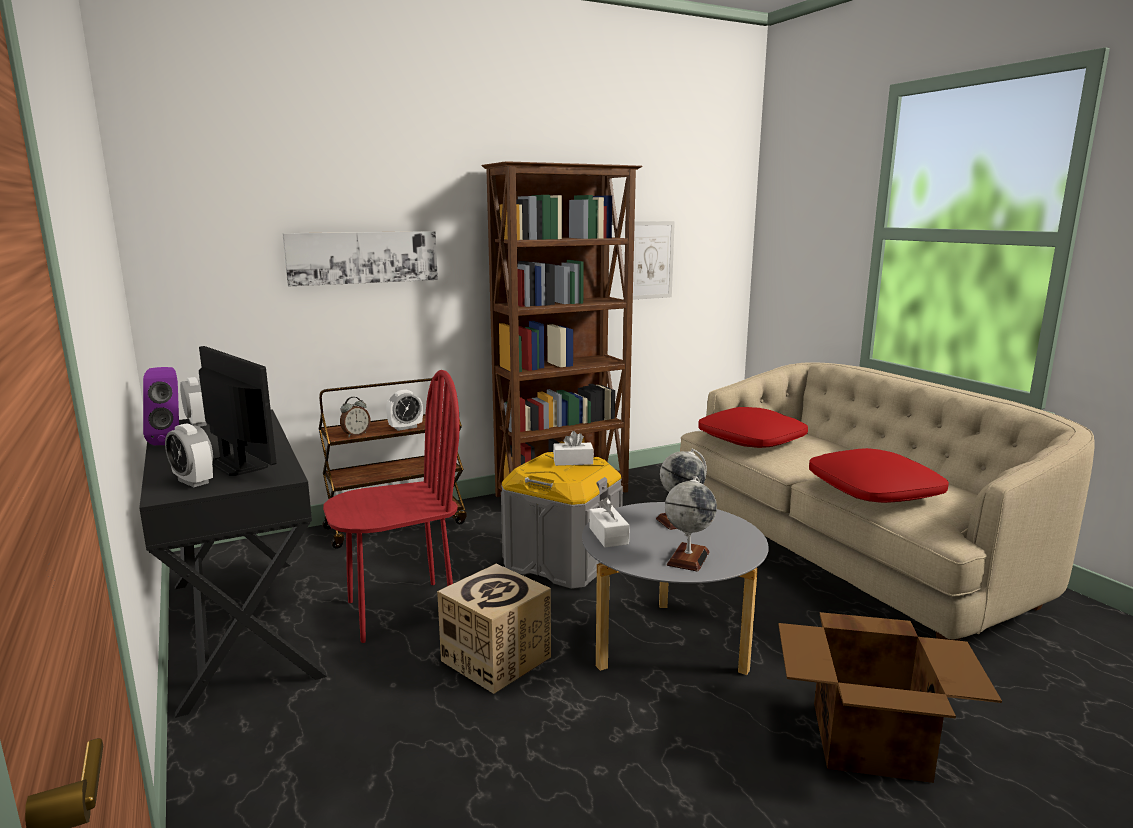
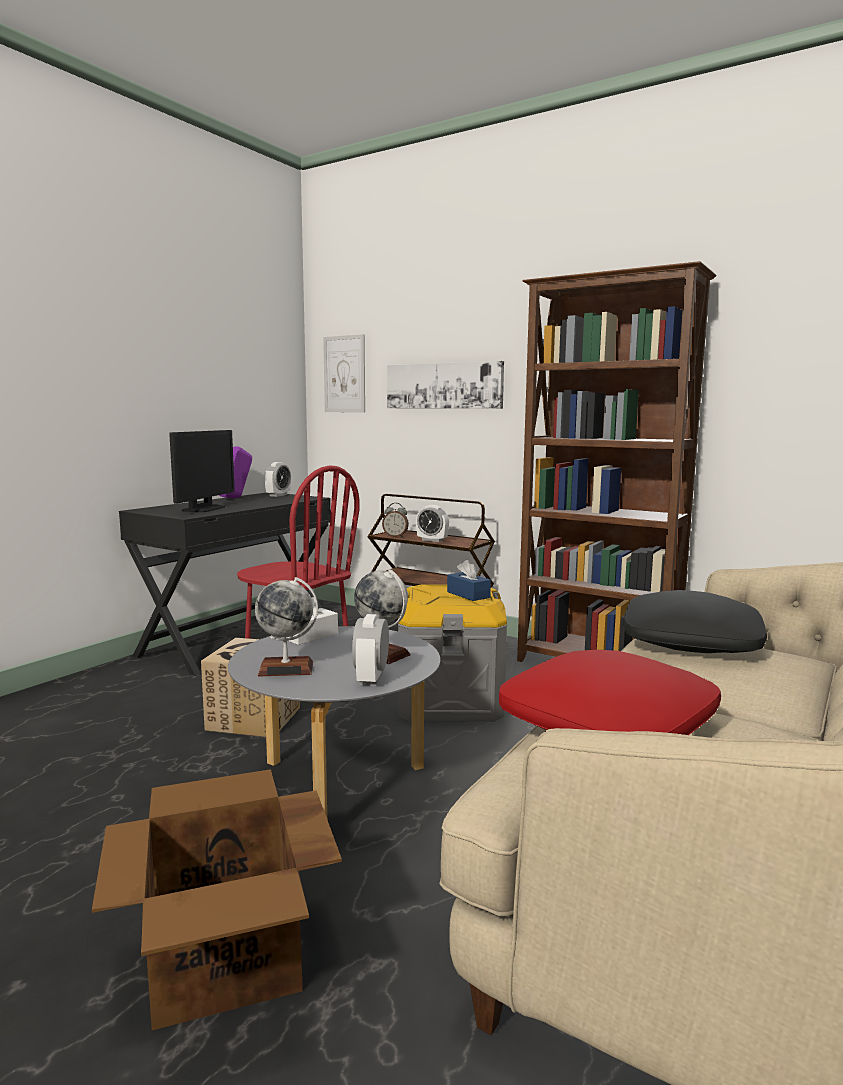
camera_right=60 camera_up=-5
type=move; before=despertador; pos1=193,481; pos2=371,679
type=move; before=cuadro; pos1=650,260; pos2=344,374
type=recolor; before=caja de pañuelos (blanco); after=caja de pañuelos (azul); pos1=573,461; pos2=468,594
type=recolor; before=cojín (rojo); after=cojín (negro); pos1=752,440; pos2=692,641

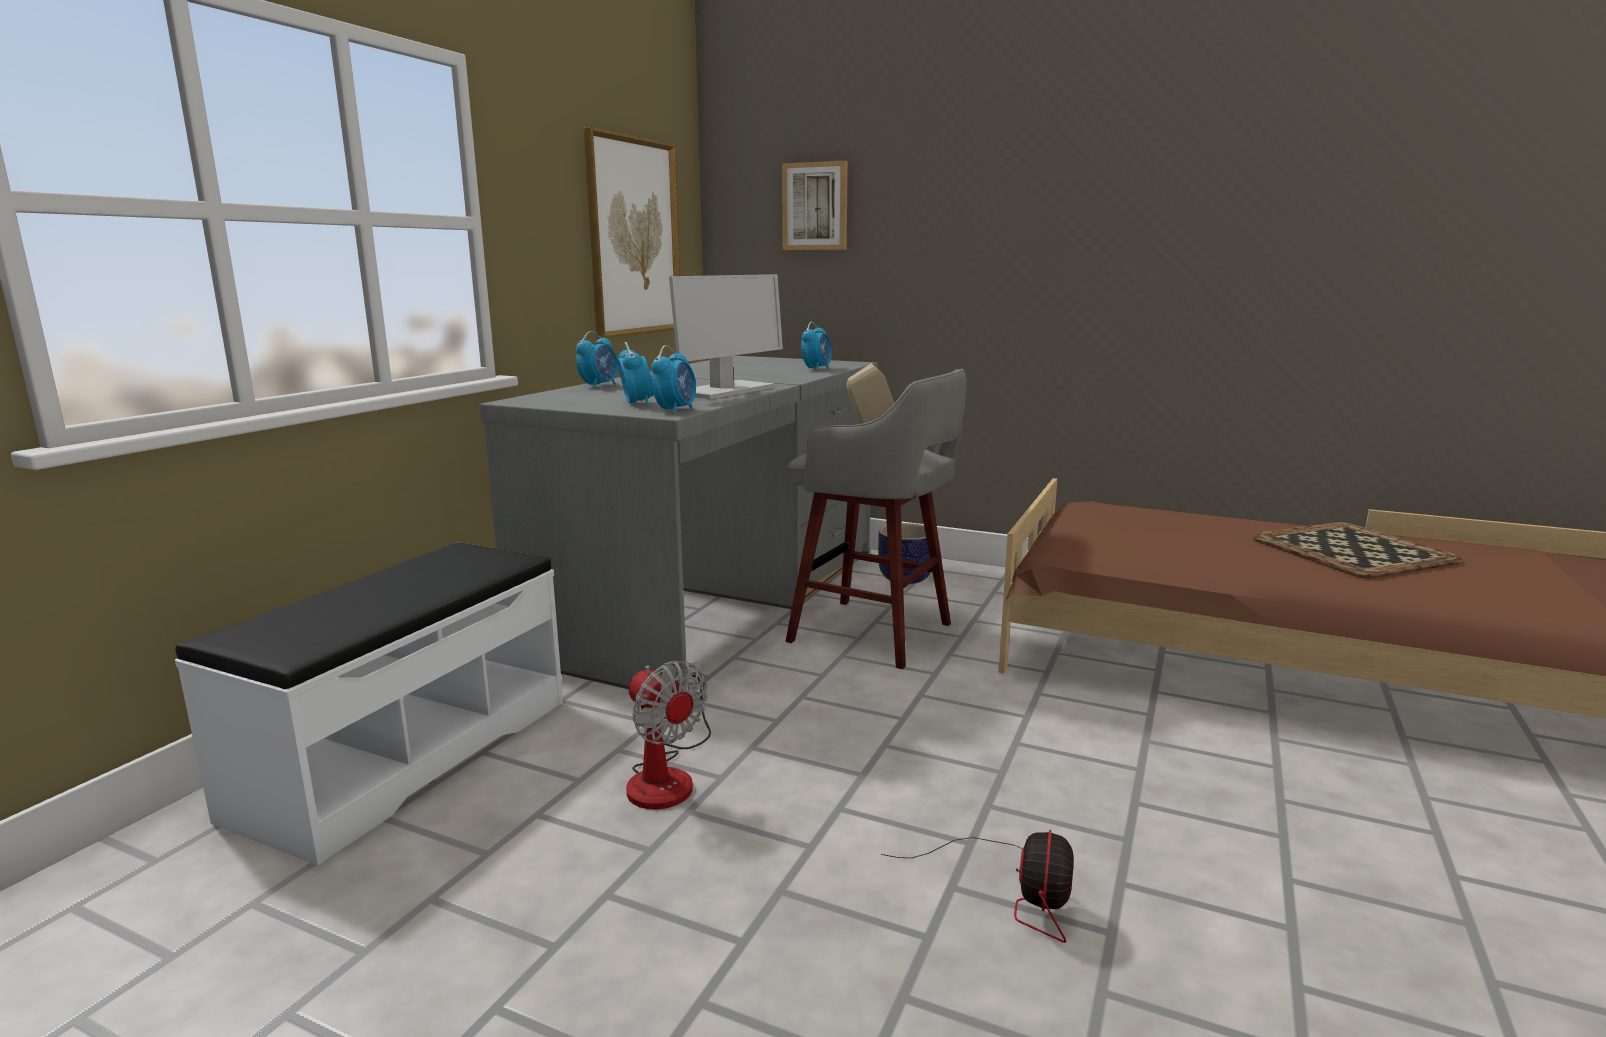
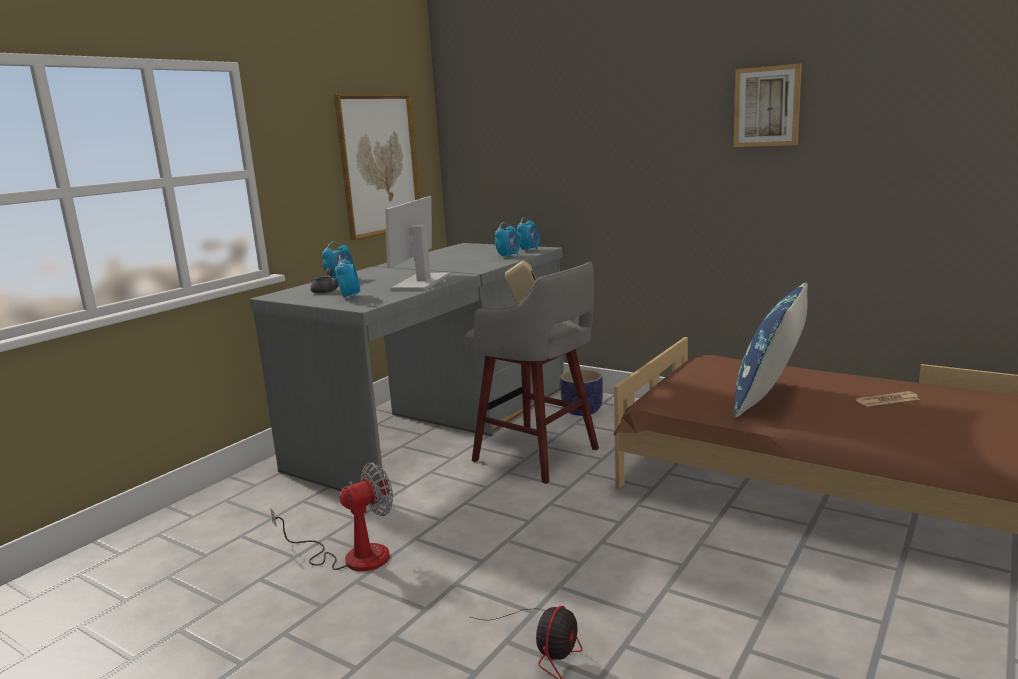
camera_right=10 camera_up=0
type=delete; before=banco (blanco); pos1=406,755
type=insert; after=tetera (gris); pos2=326,290
type=insert; after=cojín (azul); pos2=769,399
type=move; before=despertador; pos1=675,410; pos2=529,250
type=move; before=cuadro; pos1=815,206; pos2=767,106
type=replace; before=bandeja; after=periódico; pos1=1352,551; pos2=887,400
type=rotate; before=ventilador; pos1=667,775; pos2=352,556; turn=-90
type=rotate; before=monitor; pos1=724,391; pos2=421,282; turn=150

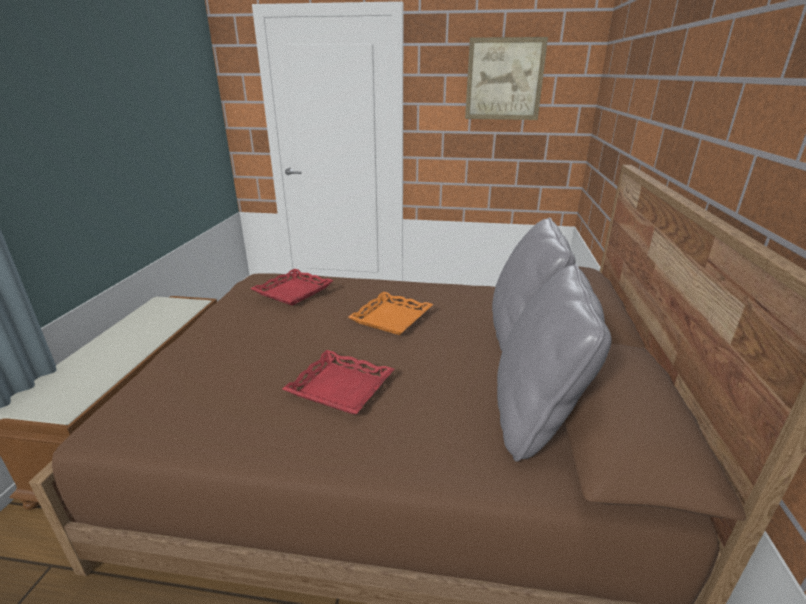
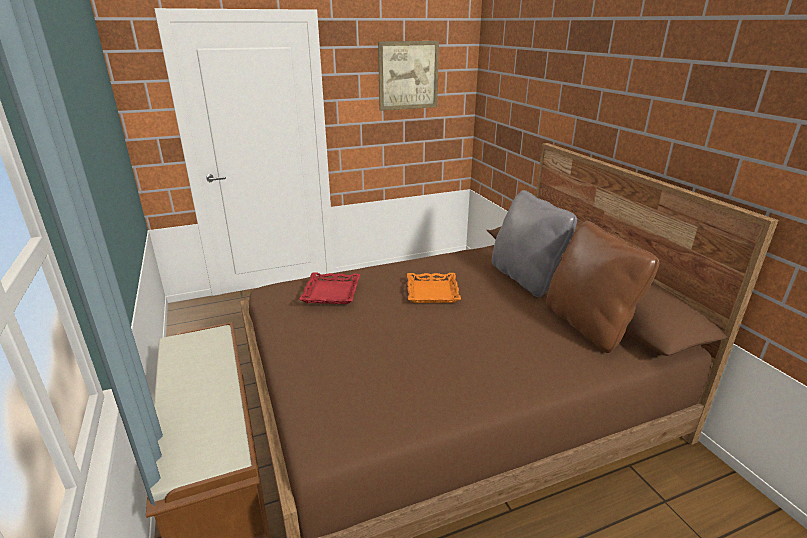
camera_right=-30 camera_up=0
type=delete; before=bandeja (rojo); pos1=340,388
type=recolor; before=cojín (gris); after=cojín (marrón); pos1=536,415; pos2=587,325

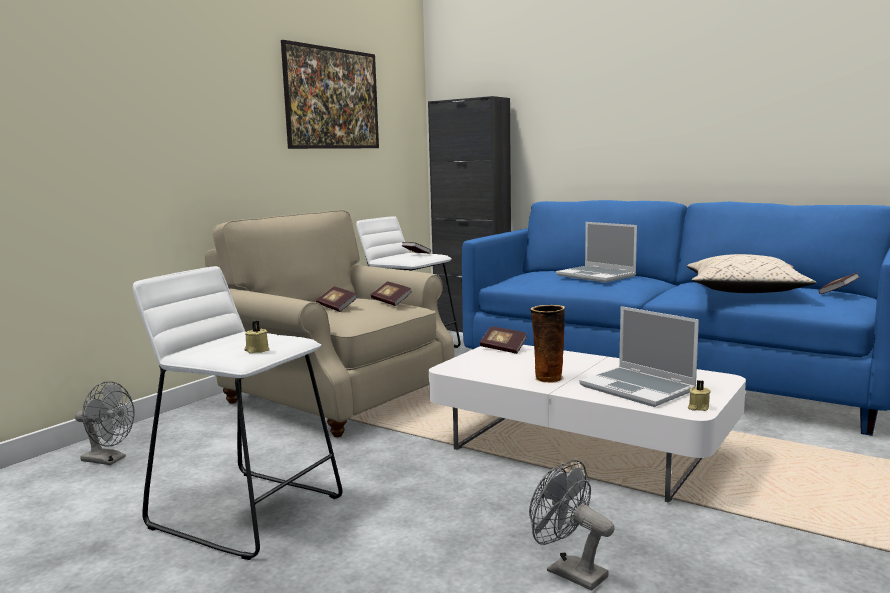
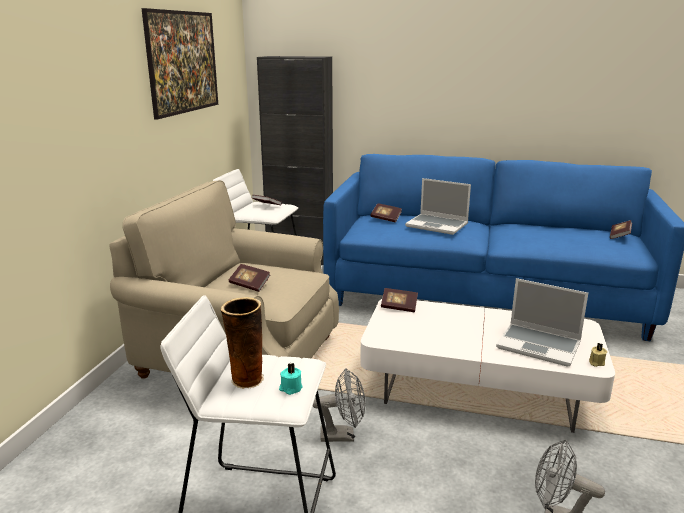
camera_right=-20 camera_up=10
type=delete; before=cojín (beis); pos1=744,291
type=move; before=ventilador (gris); pos1=109,460; pos2=343,435
type=move; before=libro; pos1=391,302; pos2=386,218
type=move; before=florero; pos1=547,379; pos2=246,380
type=recolor; before=vela (beis); after=vela (turquesa); pos1=256,350; pos2=290,388

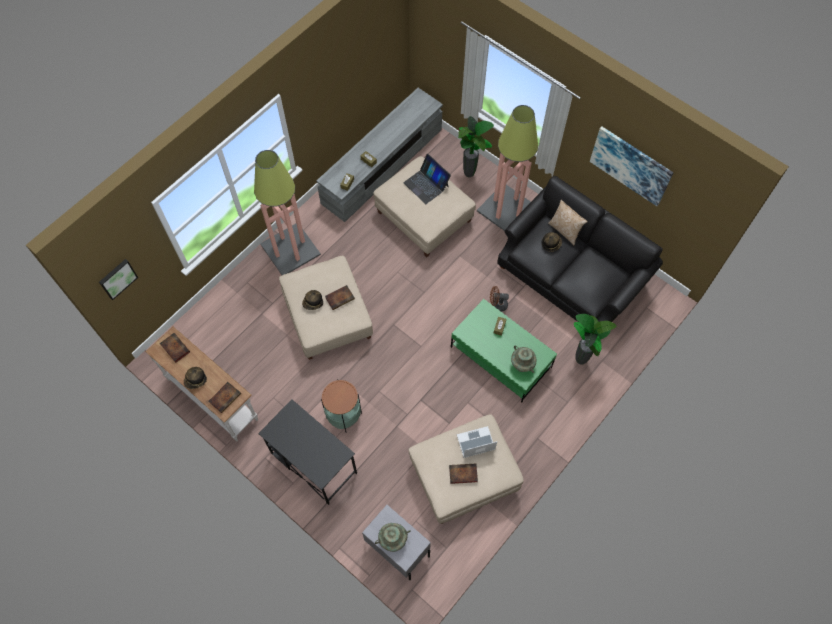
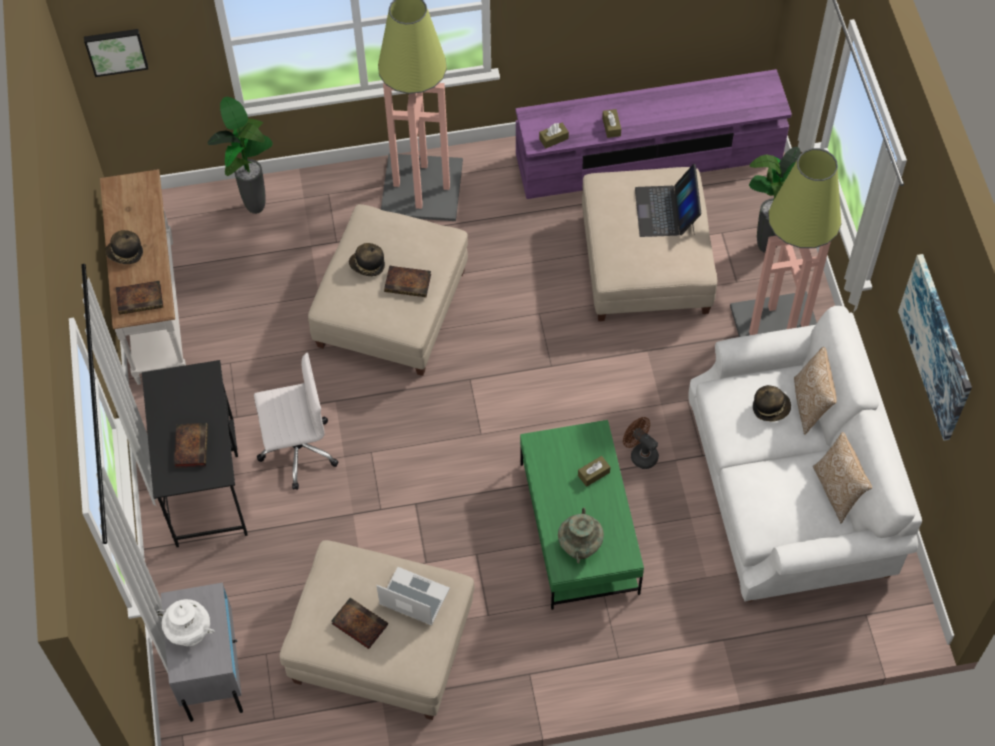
camera_right=40 camera_up=-5
type=insert; after=cojín; pos2=837,491
type=move; before=libro; pos1=174,348; pos2=191,445
type=move; before=planta en maceta; pos1=579,359; pos2=256,207
type=replace; before=mesa auxiliar; after=silla de oficina (blanco); pos1=344,415; pos2=297,450
type=recolor; before=mueble de televisión (gris); after=mueble de televisión (morado); pos1=382,166; pos2=648,158
type=recolor; before=florero (turquesa); after=florero (blanco); pos1=393,539; pos2=189,631
type=recolor; before=sofá (negro); after=sofá (blanco); pos1=571,275; pos2=790,489

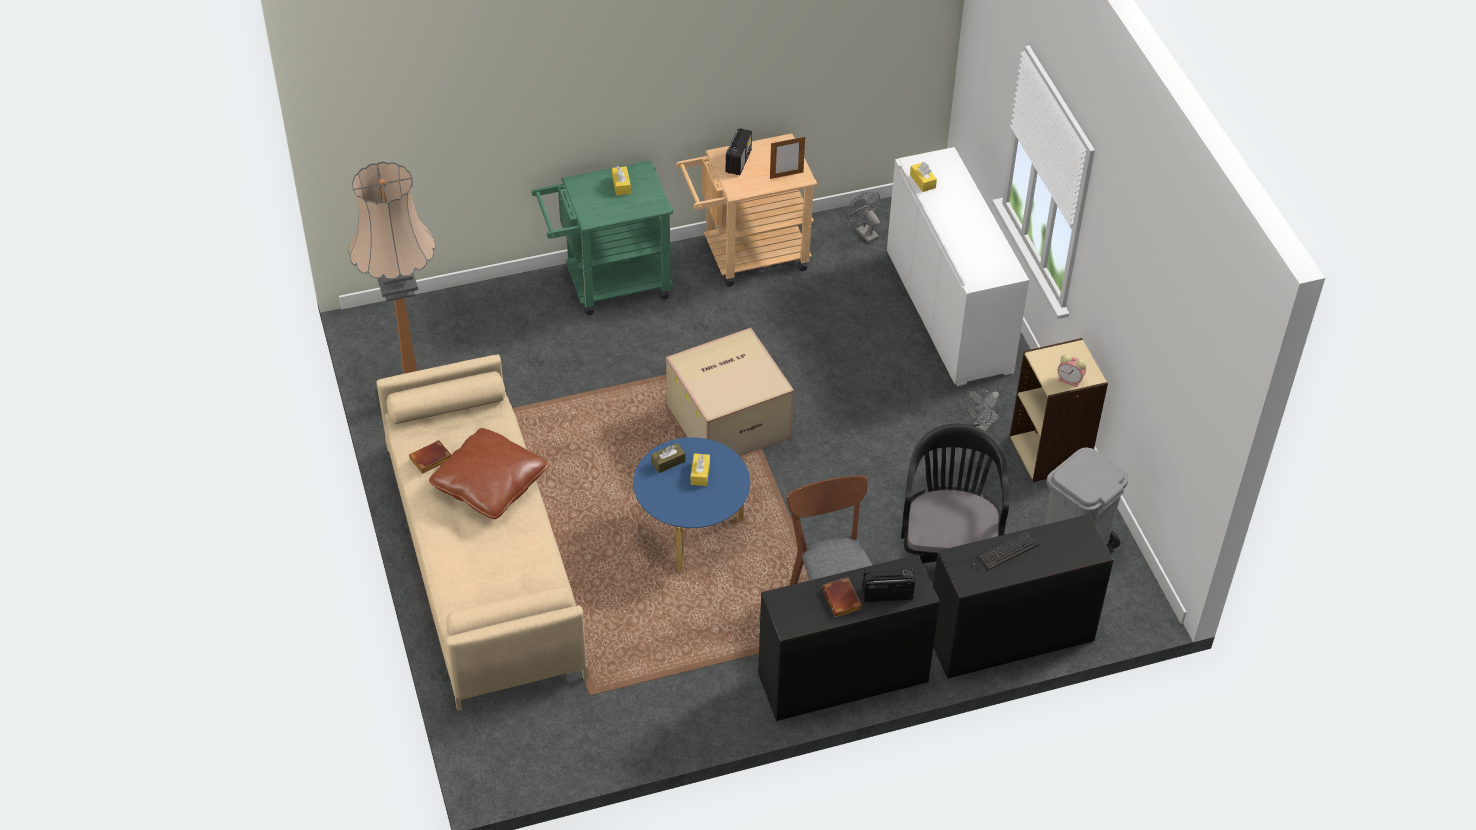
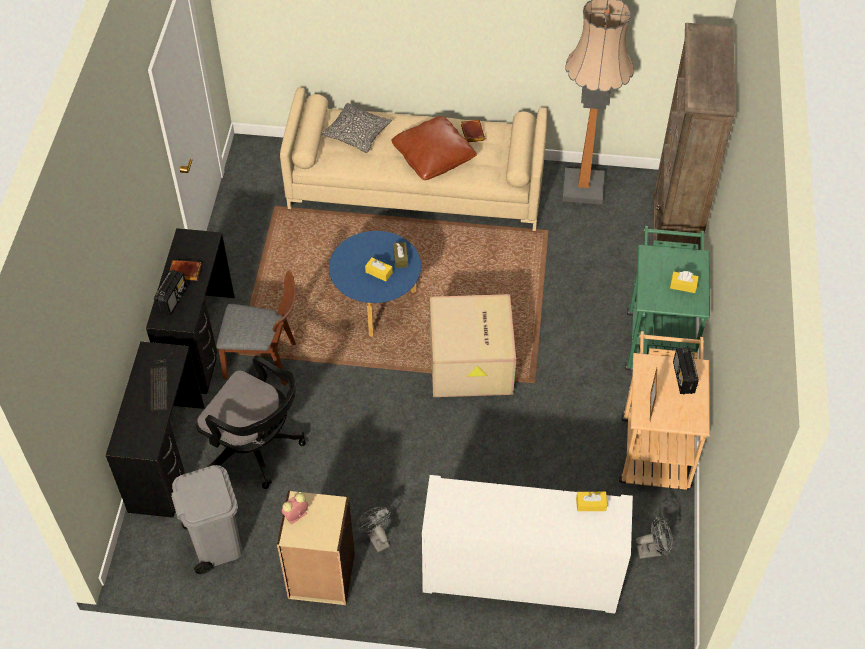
camera_right=115 camera_up=5
type=insert; after=cojín; pos2=357,133
type=insert; after=estantería (marrón); pos2=671,240
type=rotate; before=radio; pos1=738,161; pos2=683,378; turn=45

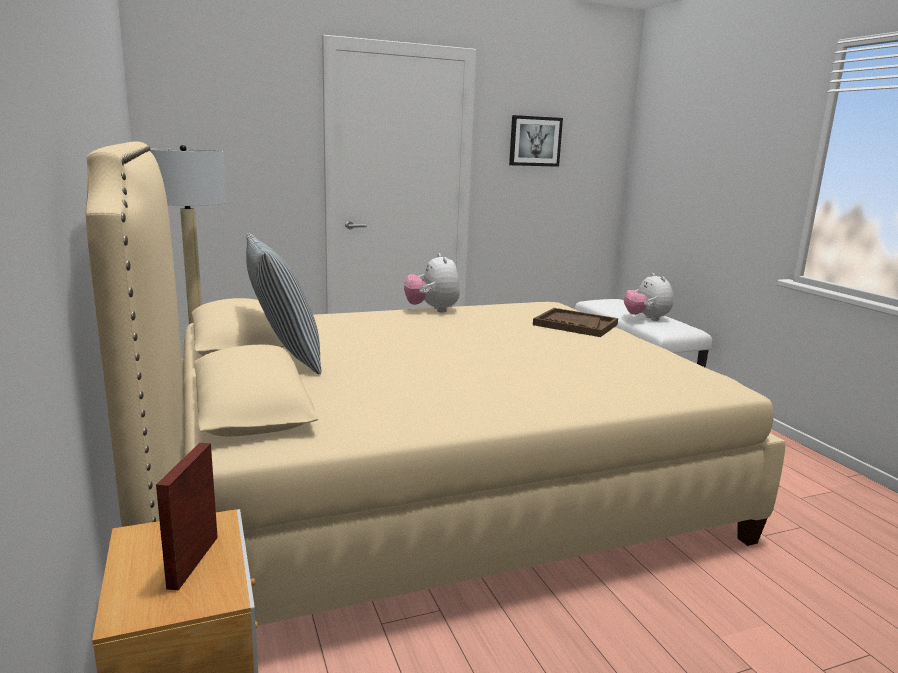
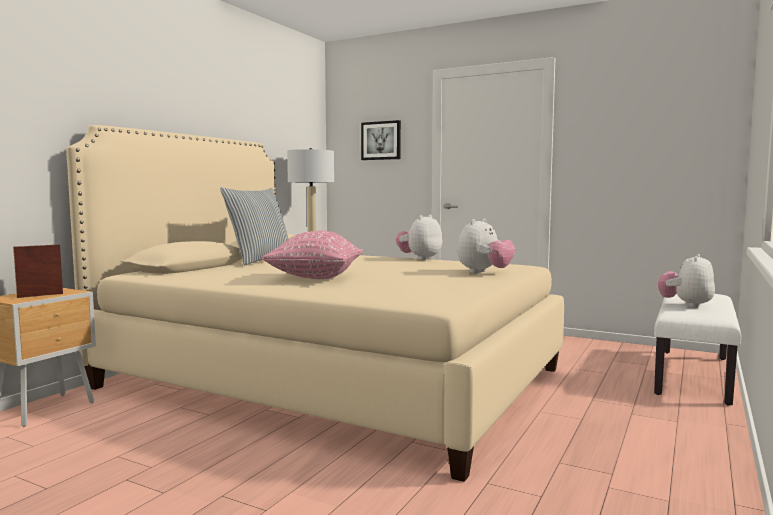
camera_right=50 camera_up=-10
type=insert; after=cojín (rosa); pos2=315,278
type=move; before=cuadro; pos1=535,141; pos2=381,140
type=replace; before=bandeja (marrón); after=peluche; pos1=575,325; pos2=484,272

